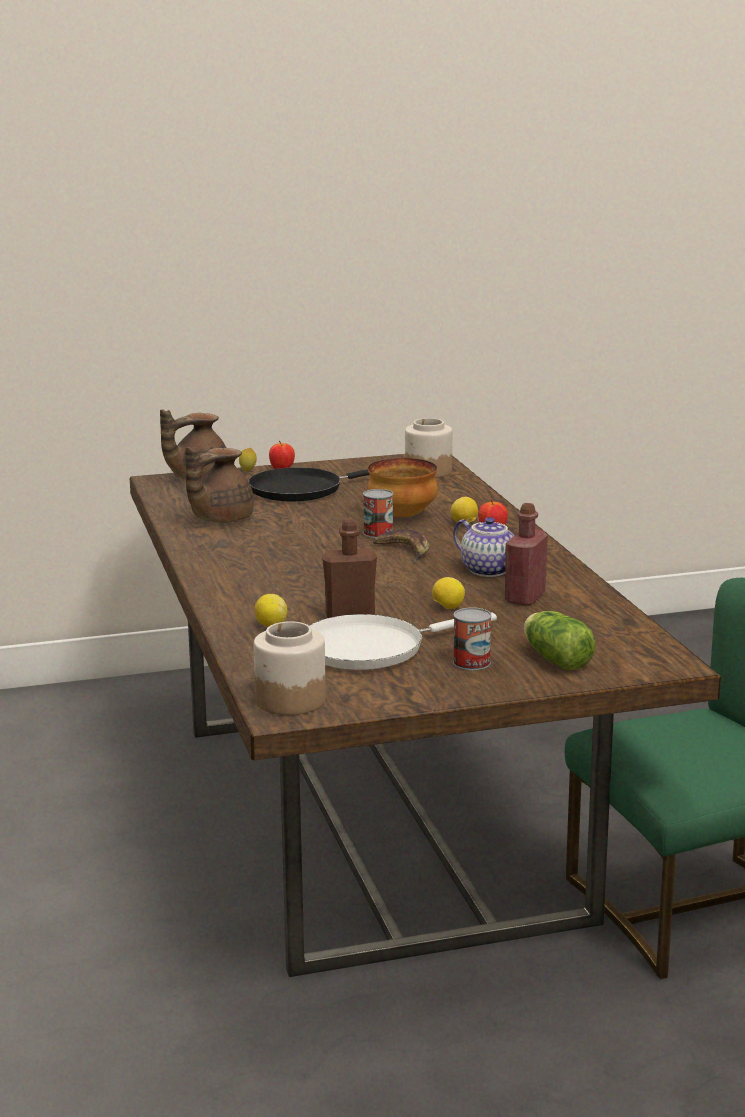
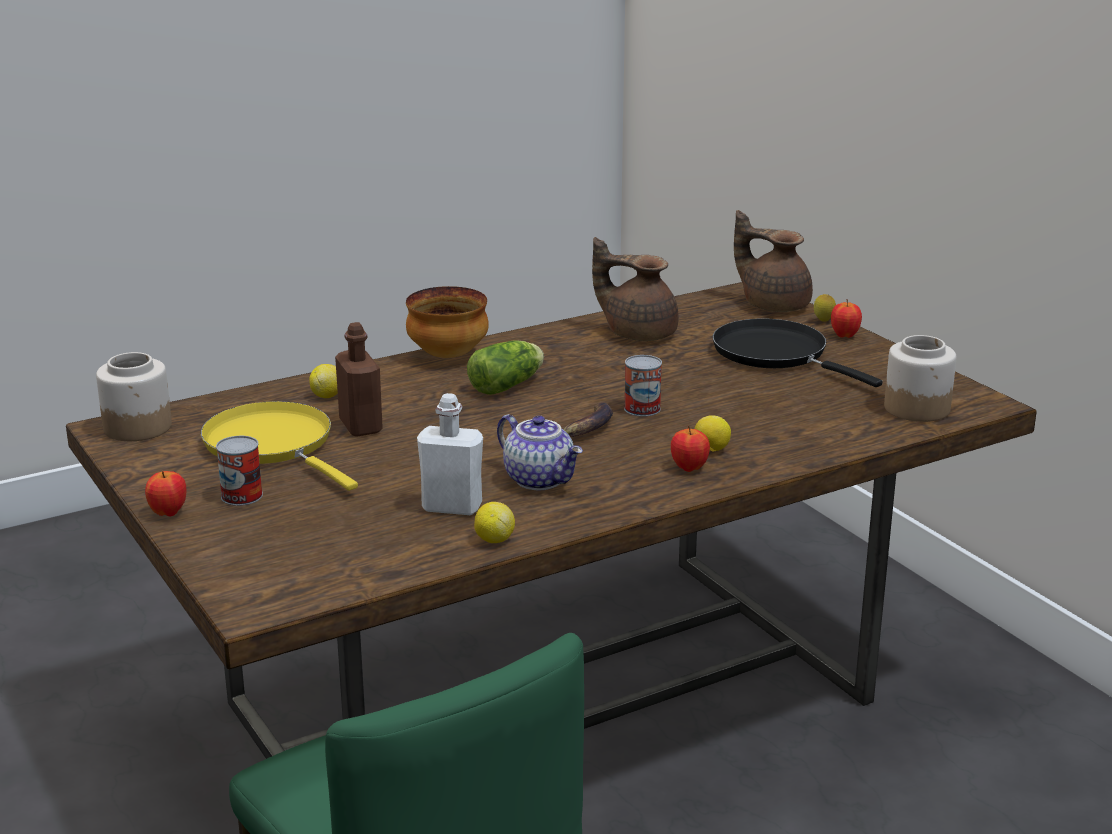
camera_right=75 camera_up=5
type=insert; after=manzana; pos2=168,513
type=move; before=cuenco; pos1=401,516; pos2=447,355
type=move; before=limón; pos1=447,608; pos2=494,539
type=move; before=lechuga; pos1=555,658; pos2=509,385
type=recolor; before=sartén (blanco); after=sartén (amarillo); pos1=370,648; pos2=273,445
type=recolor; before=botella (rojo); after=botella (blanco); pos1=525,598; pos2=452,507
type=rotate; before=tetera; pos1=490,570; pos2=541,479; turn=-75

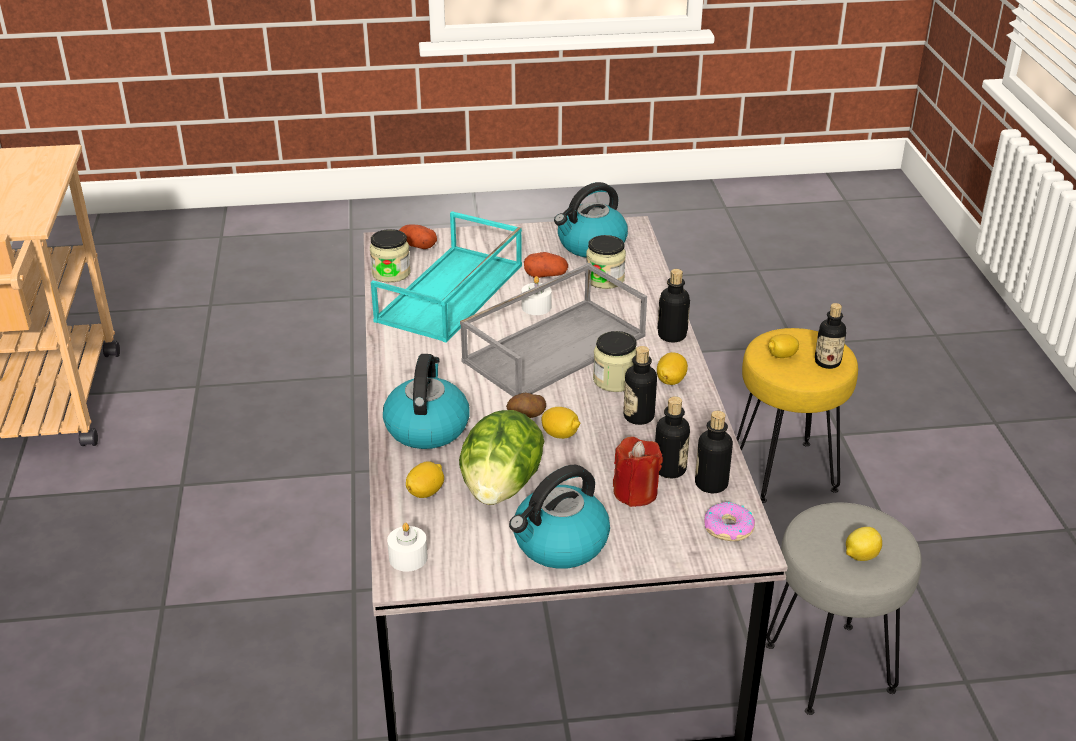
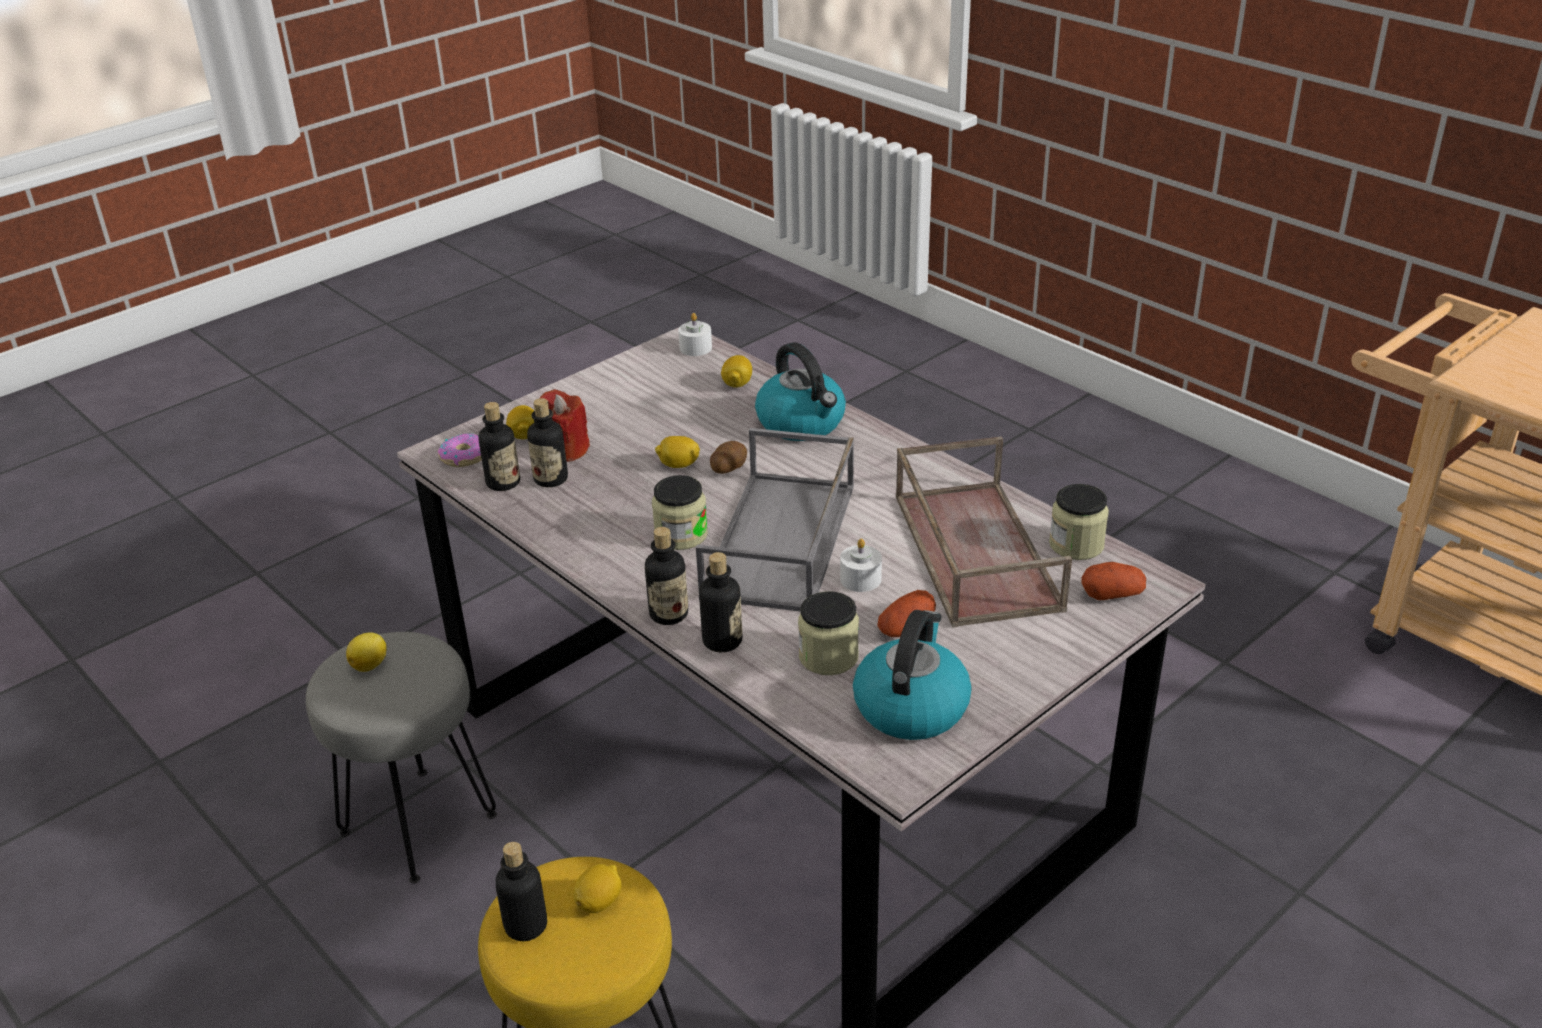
camera_right=145 camera_up=0
type=delete; before=lechuga; pos1=501,488
type=delete; before=hervidor; pos1=559,544
type=move; before=botella; pos1=638,416; pos2=722,641
type=move; before=limón; pos1=671,380; pos2=524,436
type=recolor; before=bandeja (turquesa); after=bandeja (marrón); pos1=451,294; pos2=973,550

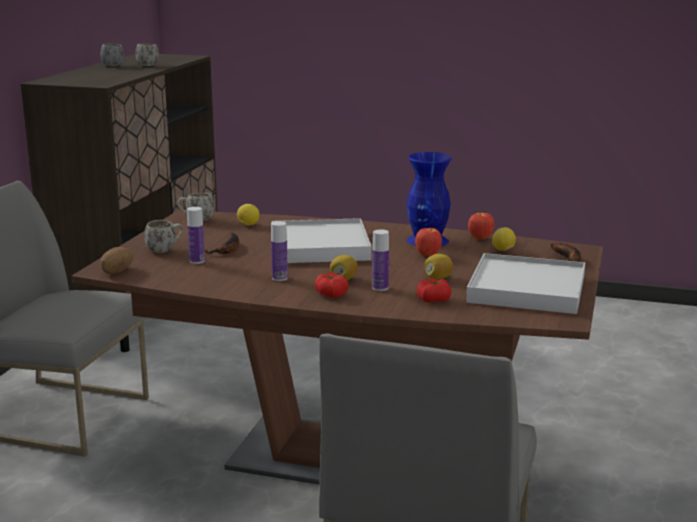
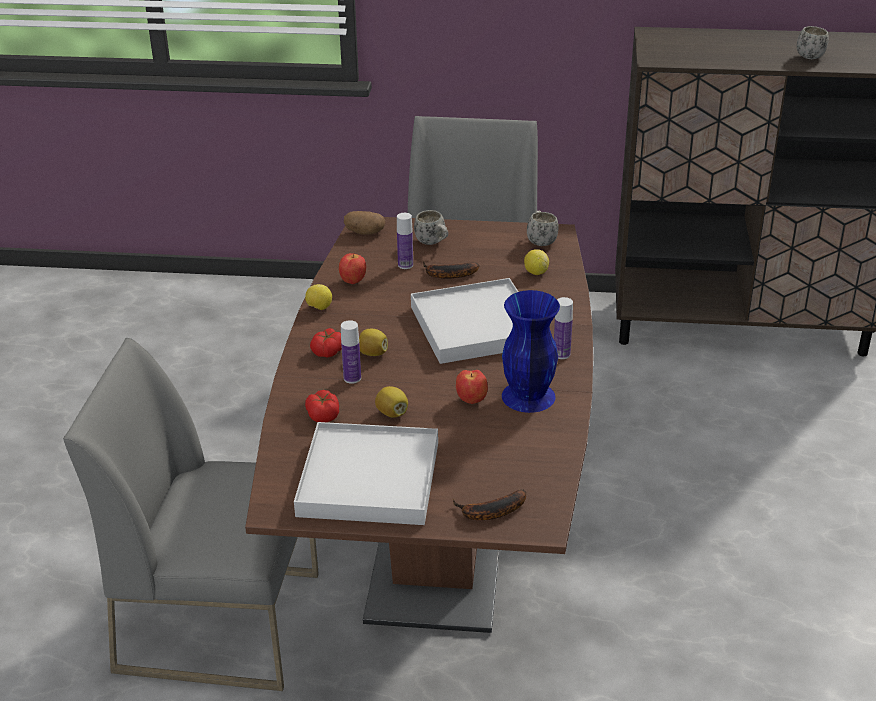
camera_right=80 camera_up=15
type=delete; before=taza grande (gris); pos1=113,65
type=move; before=botella; pos1=279,278; pos2=561,354
type=move; before=manzana; pos1=480,238; pos2=352,281
type=move; before=limón; pos1=503,250; pos2=319,308

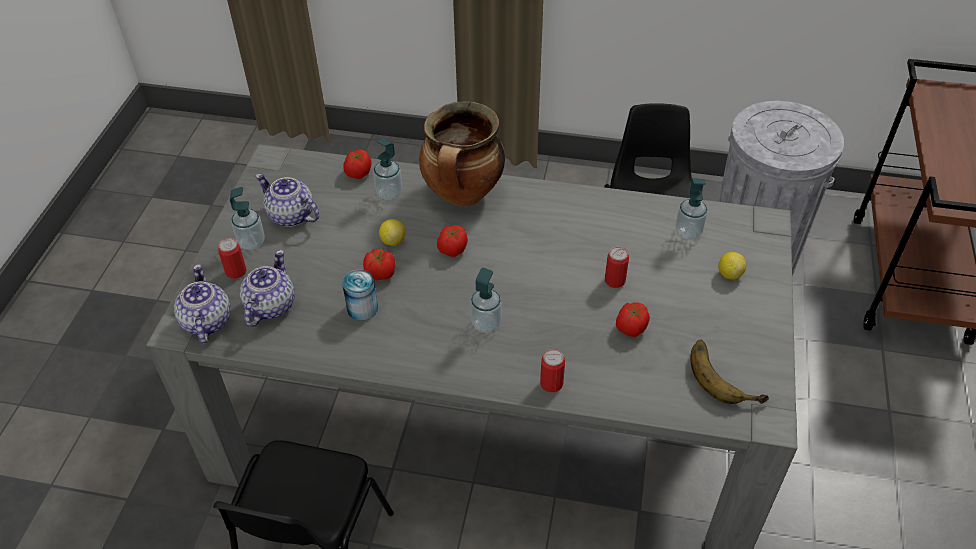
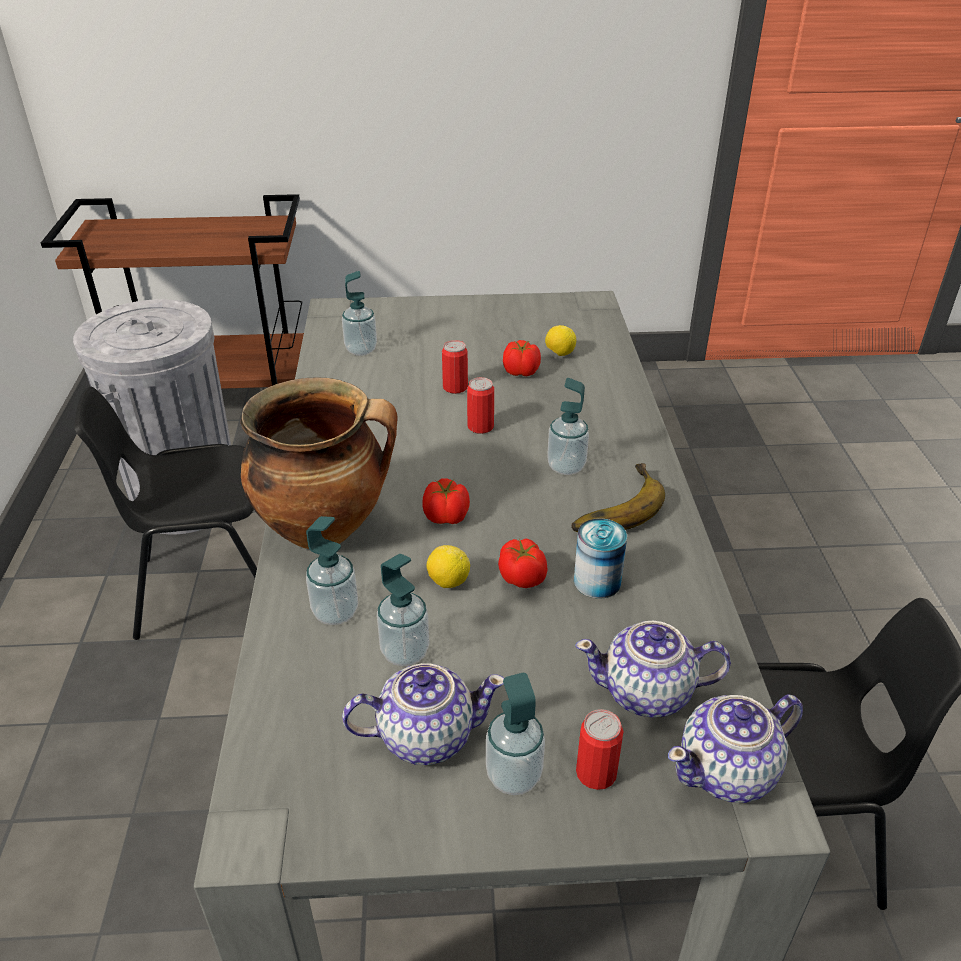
camera_right=-105 camera_up=-10
type=delete; before=tomate; pos1=358,173
type=insert; after=dispensador de jabón; pos2=405,652
type=move; before=lata; pos1=551,383; pos2=480,426
type=move; before=plátano; pos1=725,375; pos2=612,506
type=move; before=limón; pos1=729,274; pos2=559,354
type=rotate; before=tetera; pos1=291,216; pos2=425,735; turn=-120

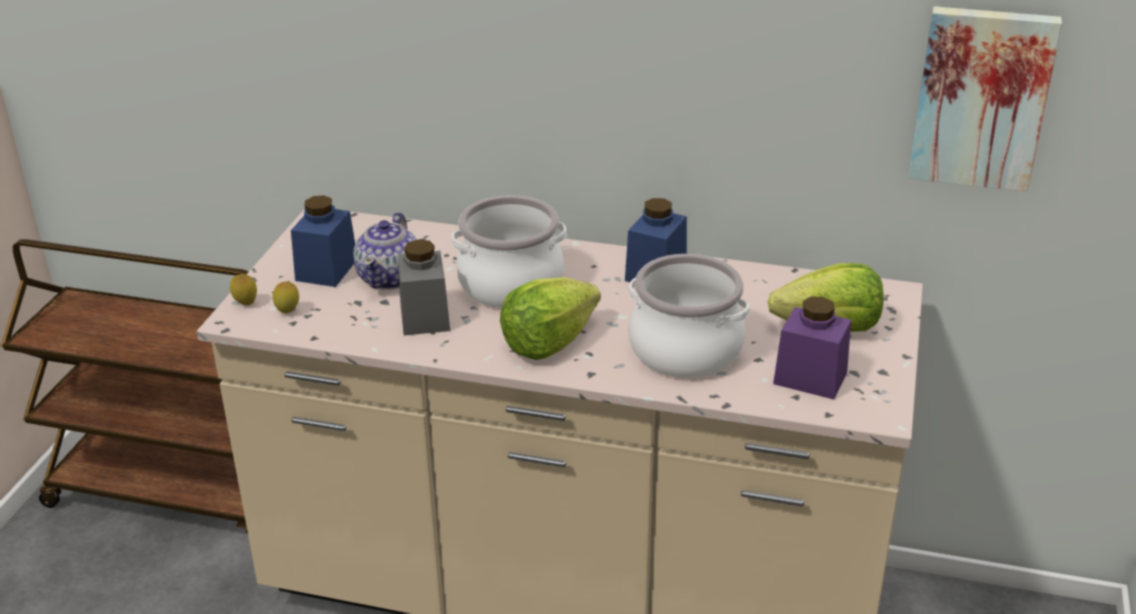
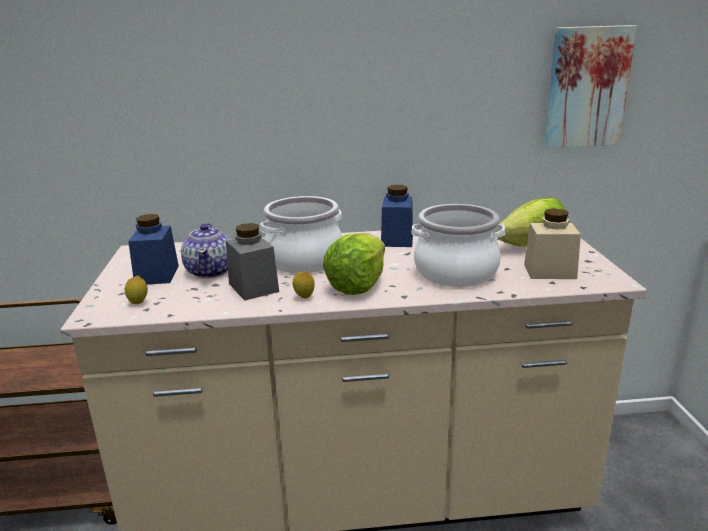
camera_right=-20 camera_up=-10
type=move; before=limón; pos1=246,304; pos2=304,298
type=recolor; before=tarro (morado); after=tarro (beis); pos1=810,378; pos2=549,271

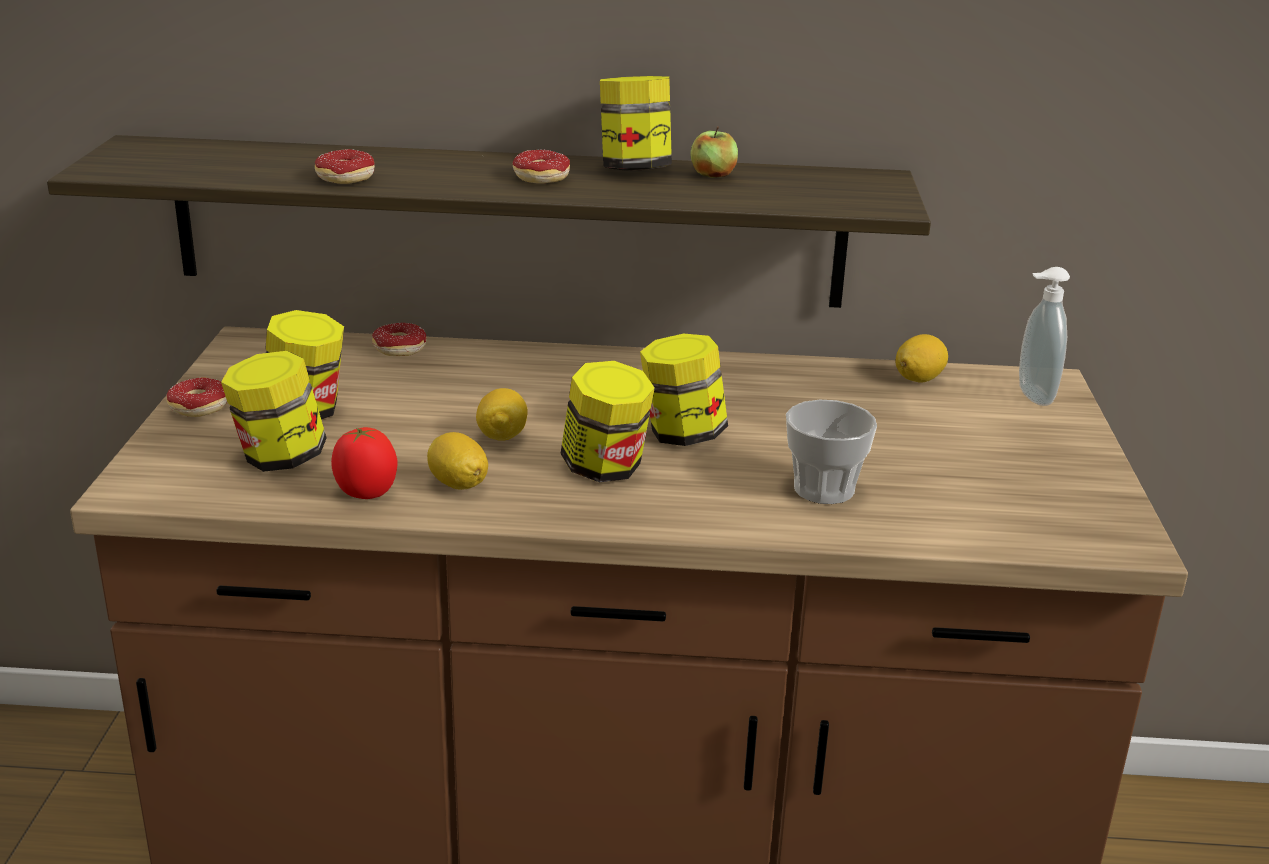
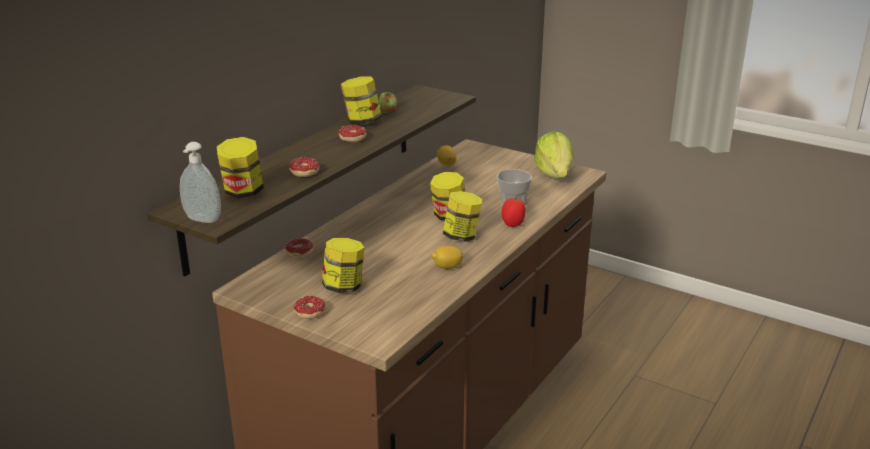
camera_right=-60 camera_up=0
type=delete; before=limón; pos1=502,436
type=insert; after=lechuga; pos2=554,175
type=move; before=tarro; pos1=279,458; pos2=243,192
type=move; before=tomate; pos1=366,493; pos2=513,224
type=move; before=dispensador de jabón; pos1=1031,396; pos2=201,220

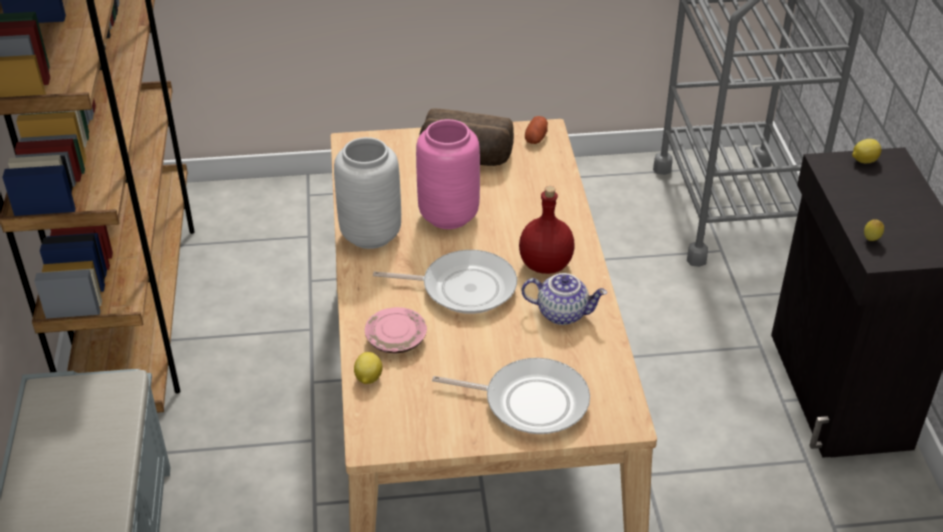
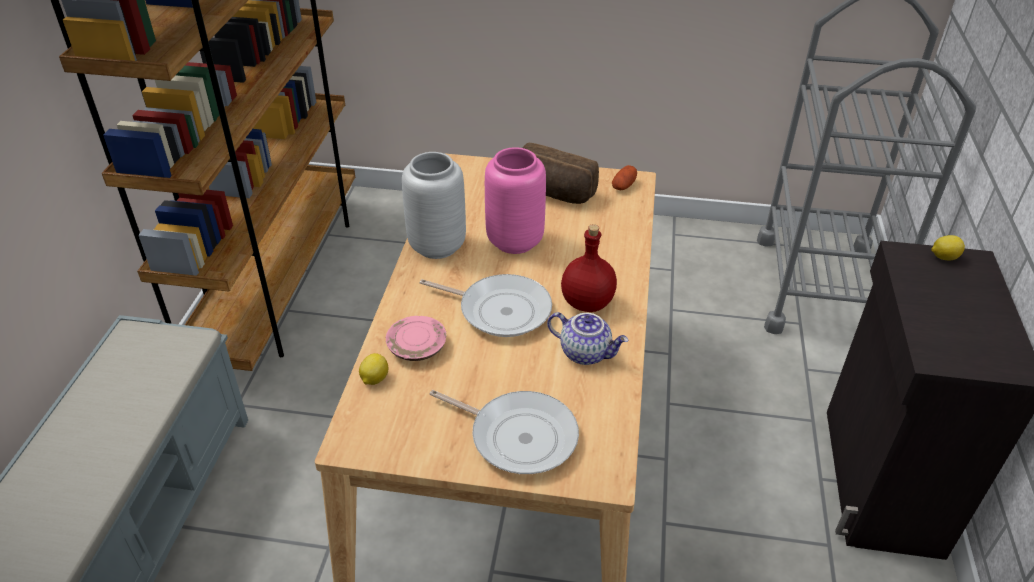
camera_right=15 camera_up=0
type=delete; before=limón; pos1=871,240

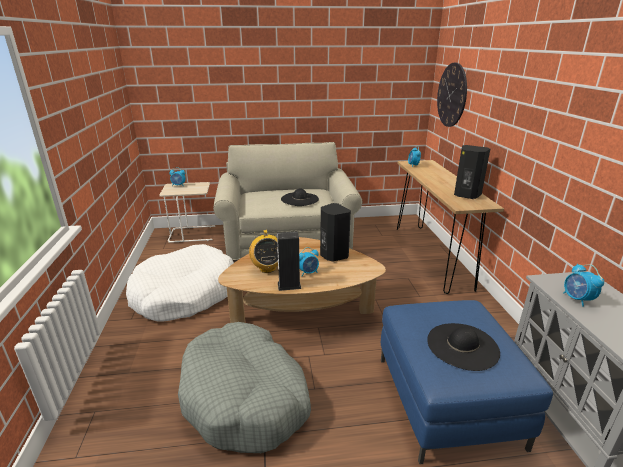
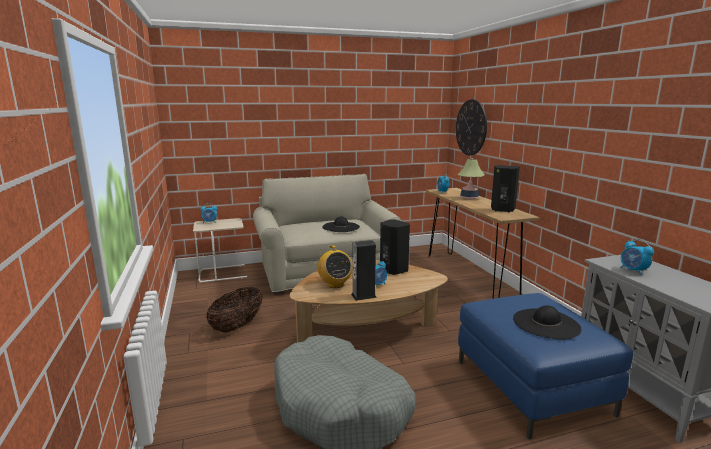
camera_right=-10 camera_up=-10
type=insert; after=lámpara de mesa; pos2=469,198
type=replace; before=cama para perro (blanco); after=cesta; pos1=184,294; pos2=237,326

